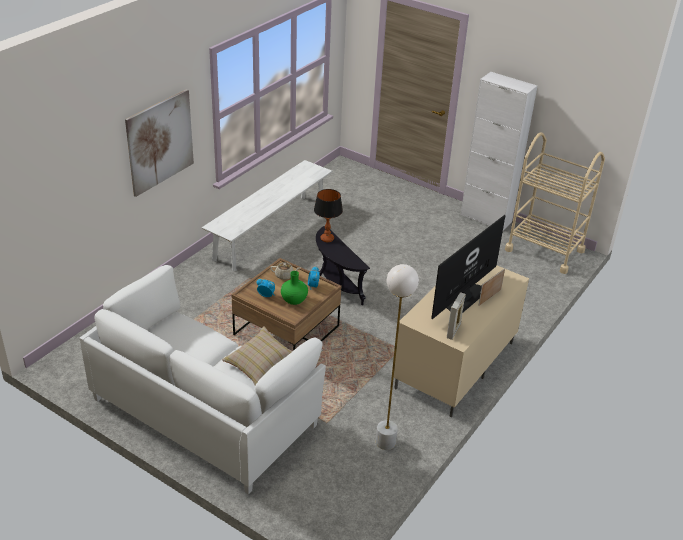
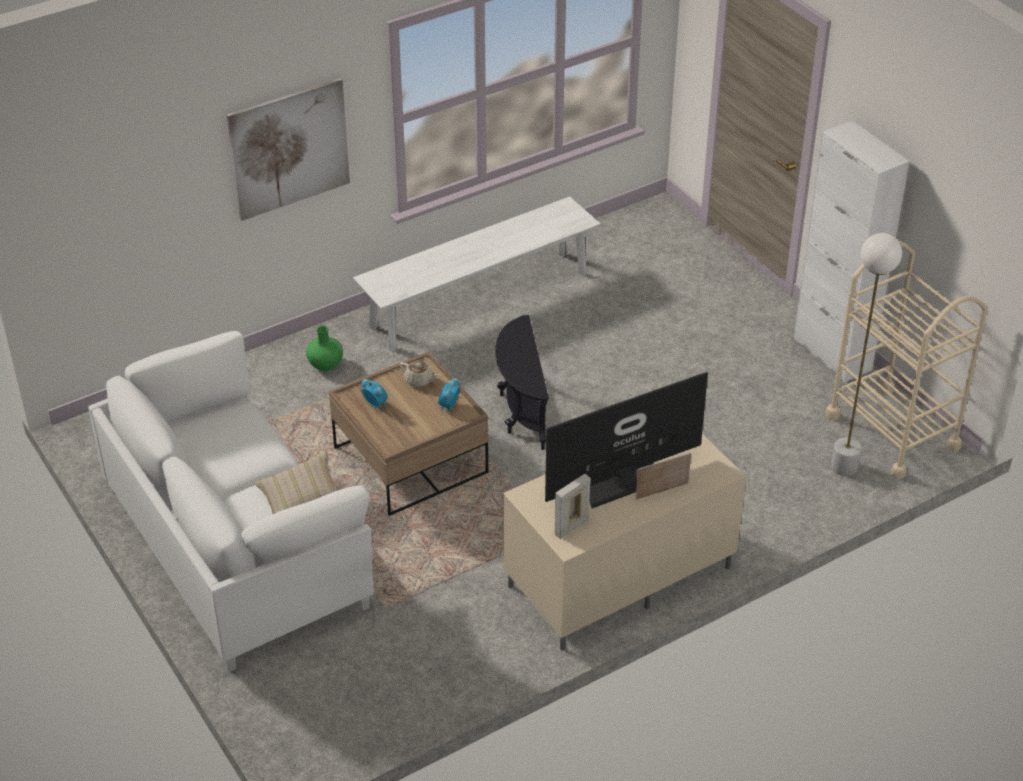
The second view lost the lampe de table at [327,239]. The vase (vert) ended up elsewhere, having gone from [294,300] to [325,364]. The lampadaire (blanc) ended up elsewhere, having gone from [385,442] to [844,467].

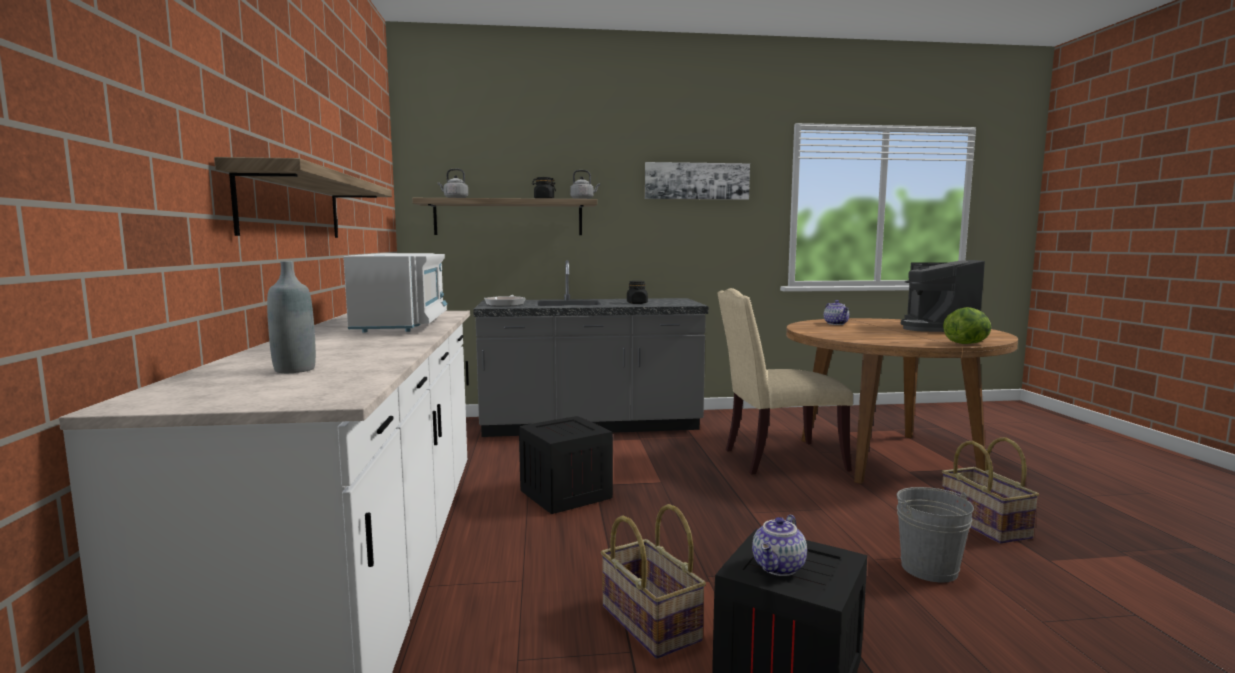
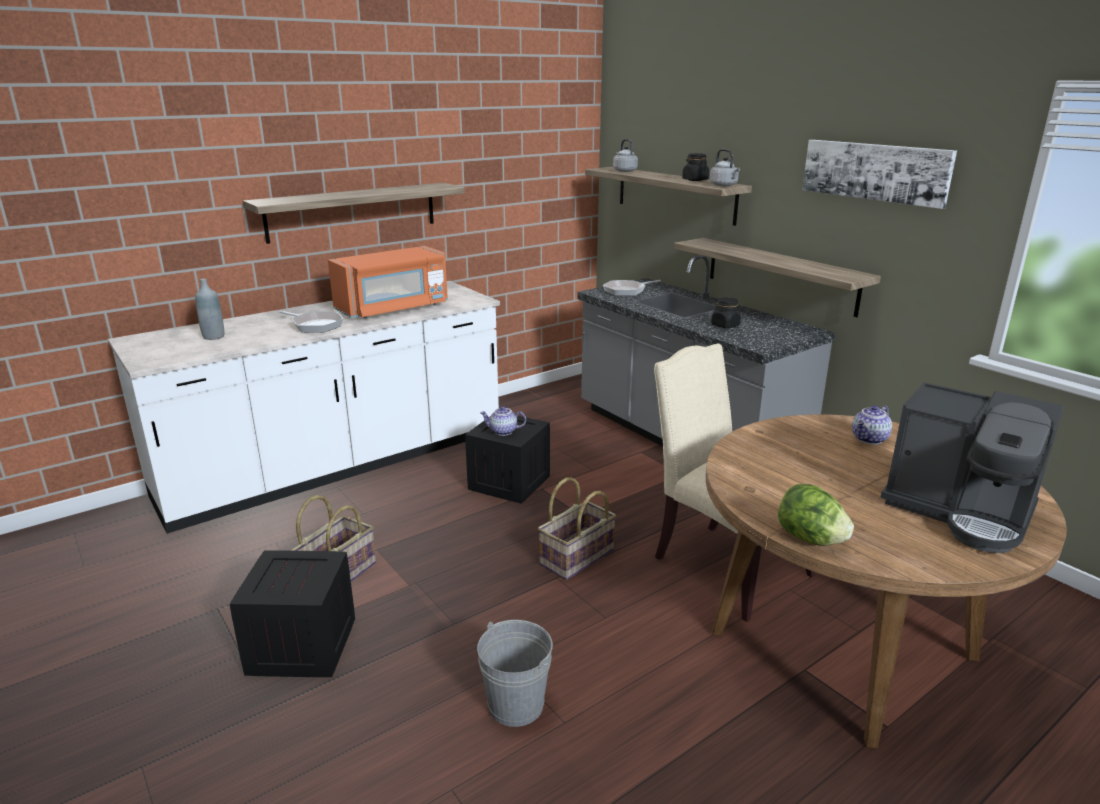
The second view gained the poêle at [315,325]. The second view gained the étagère at [780,275]. The théière ended up elsewhere, having gone from [779,568] to [503,432]. The panier ended up elsewhere, having gone from [985,524] to [577,558]. What was the micro-ondes (blanc) at [402,325] turned into the micro-ondes (orange) at [393,308]. The machine à café at [938,328] ended up facing another way, 120 degrees counterclockwise from before.

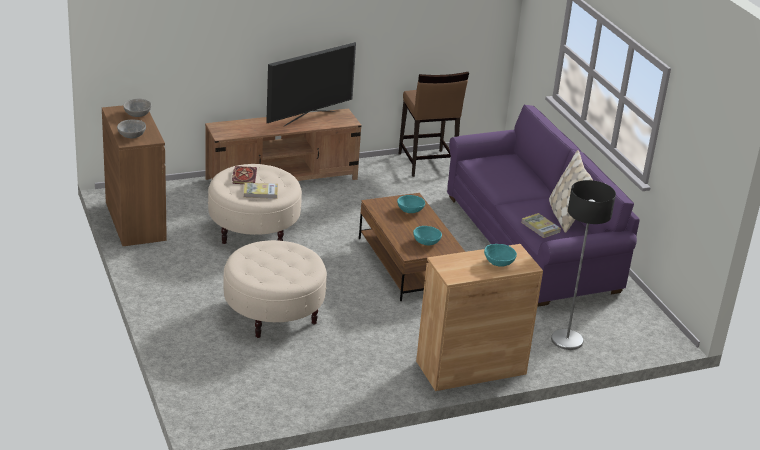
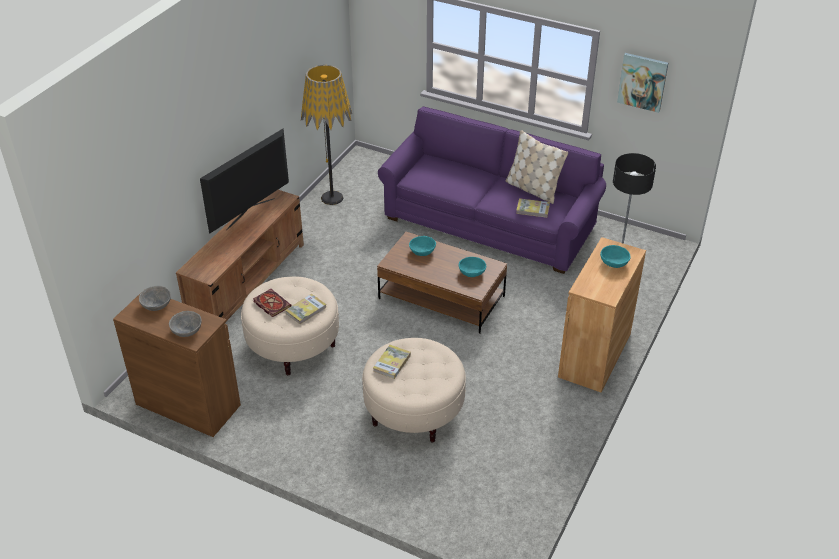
The second view gained the livre at [392,363]. The second view gained the tableau at [642,82]. Where the tabouret (marron) stood at [426,163], the lampadaire came to stand at [332,198]. The téléviseur at [309,118] ended up facing another way, 150 degrees counterclockwise from before.

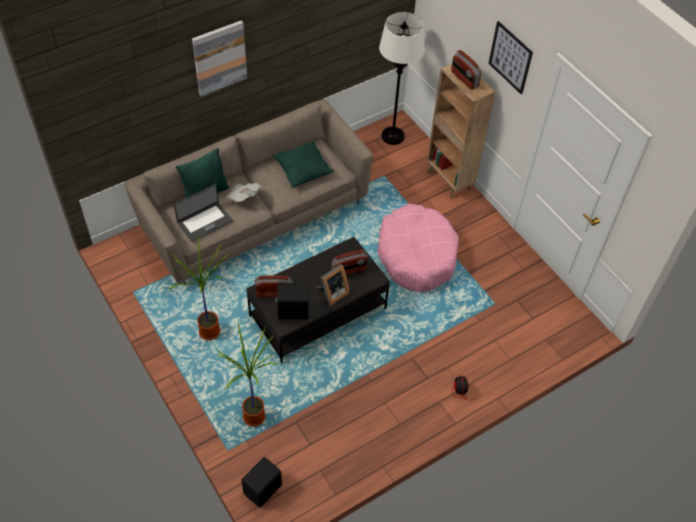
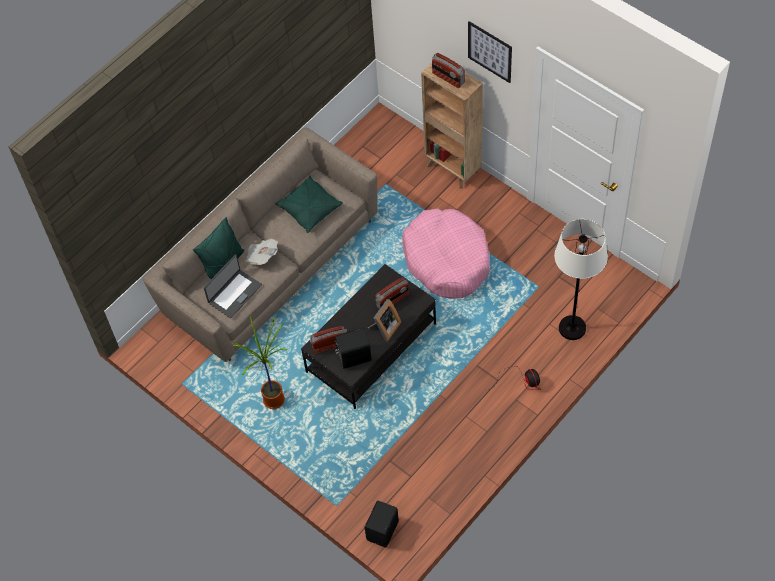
The second view lost the tableau at [219,57]. The second view lost the plante en pot at [252,418]. The lampadaire (blanc) ended up elsewhere, having gone from [393,136] to [572,328].

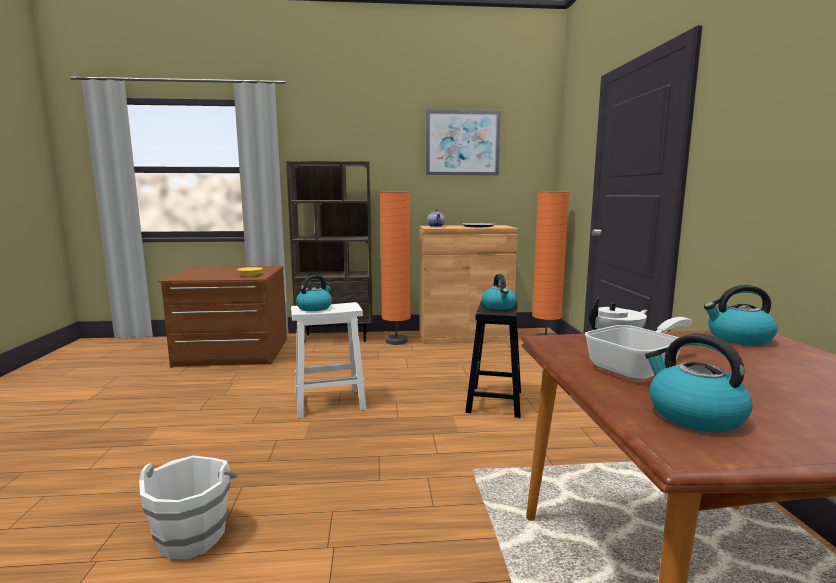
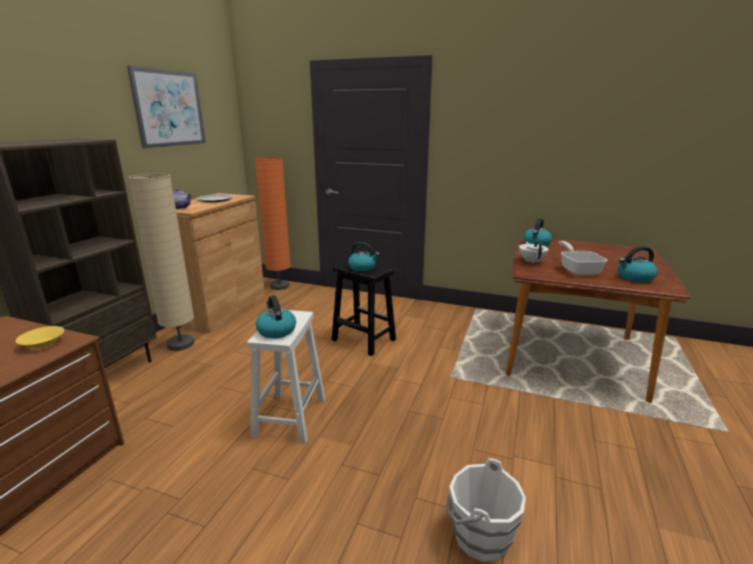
What was the lampadaire (orange) at [396,341] turned into the lampadaire (beige) at [181,344].

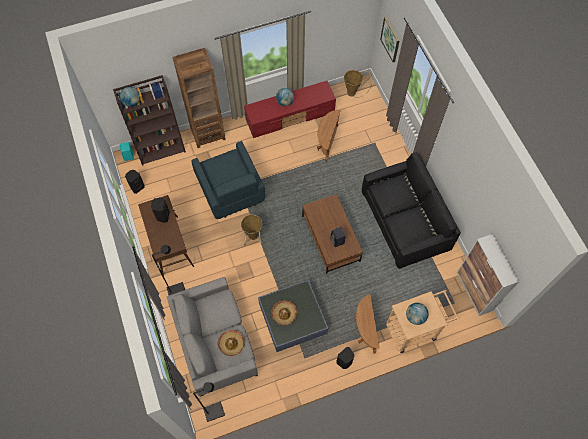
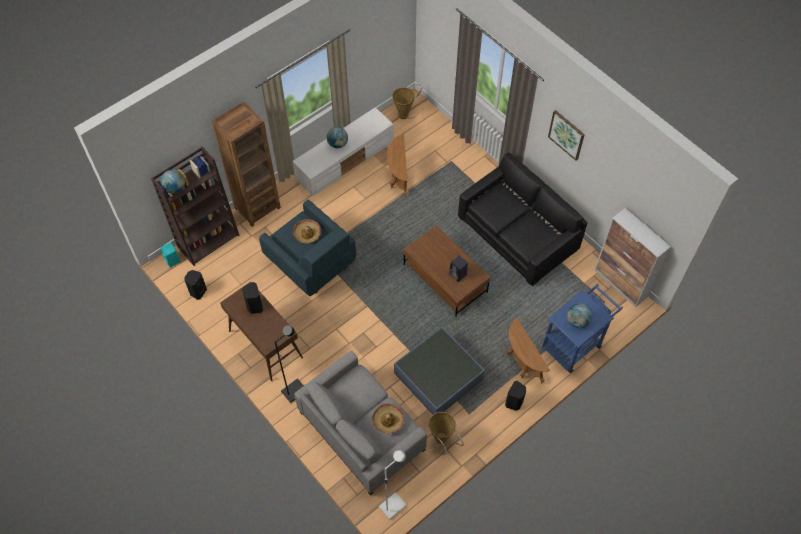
The panier ended up elsewhere, having gone from [253,238] to [442,441]. The chapeau ended up elsewhere, having gone from [284,313] to [307,233]. The tableau ended up elsewhere, having gone from [390,39] to [566,134]. What was the lampadaire (noir) at [214,411] turned into the lampadaire (blanc) at [392,505]. What was the meuble télé (rouge) at [290,116] turned into the meuble télé (blanc) at [345,160]. What was the chariot (beige) at [415,329] turned into the chariot (bleu) at [575,343].

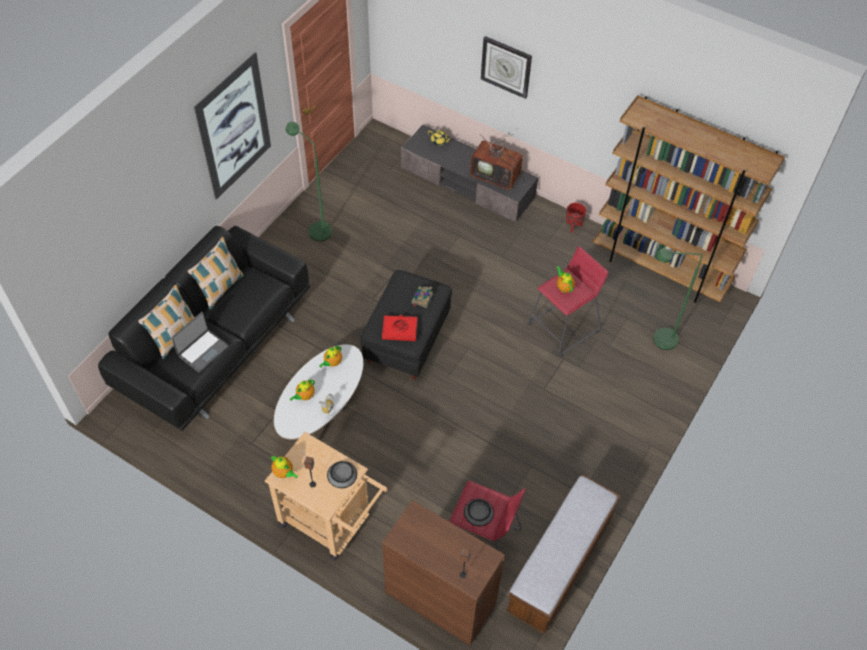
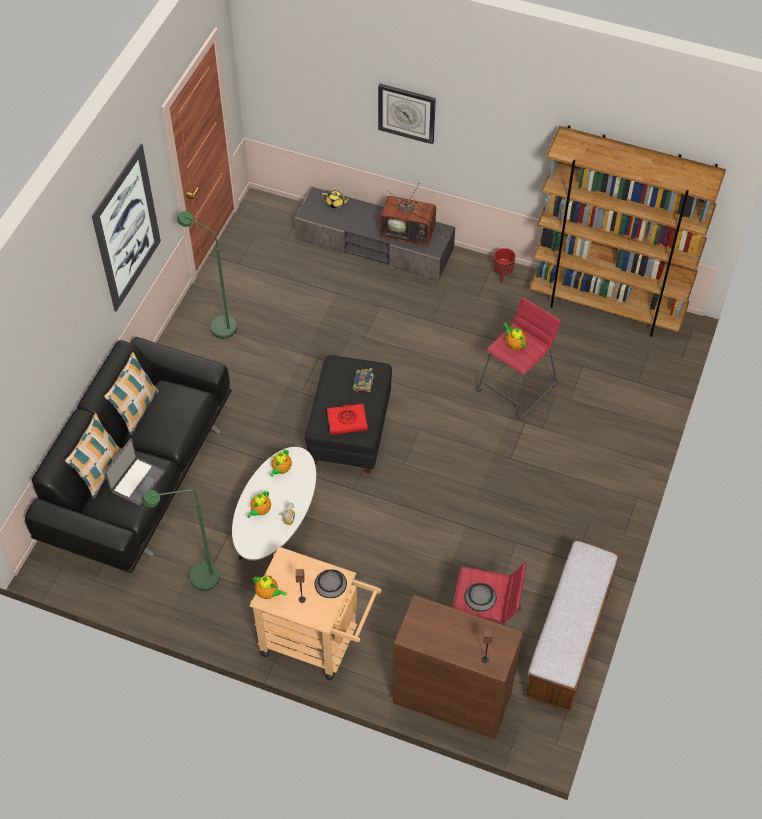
The lampadaire (vert) ended up elsewhere, having gone from [658,339] to [196,578].

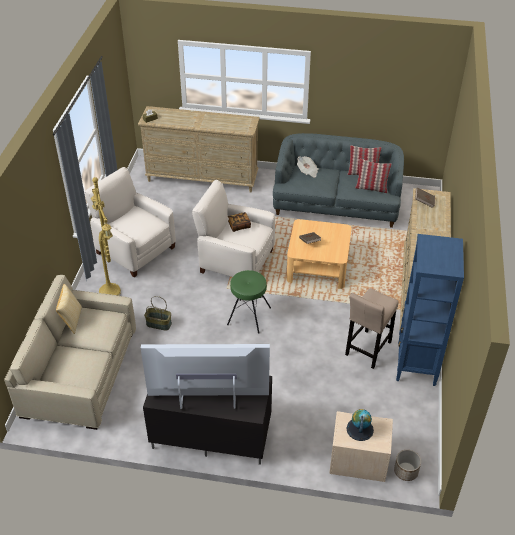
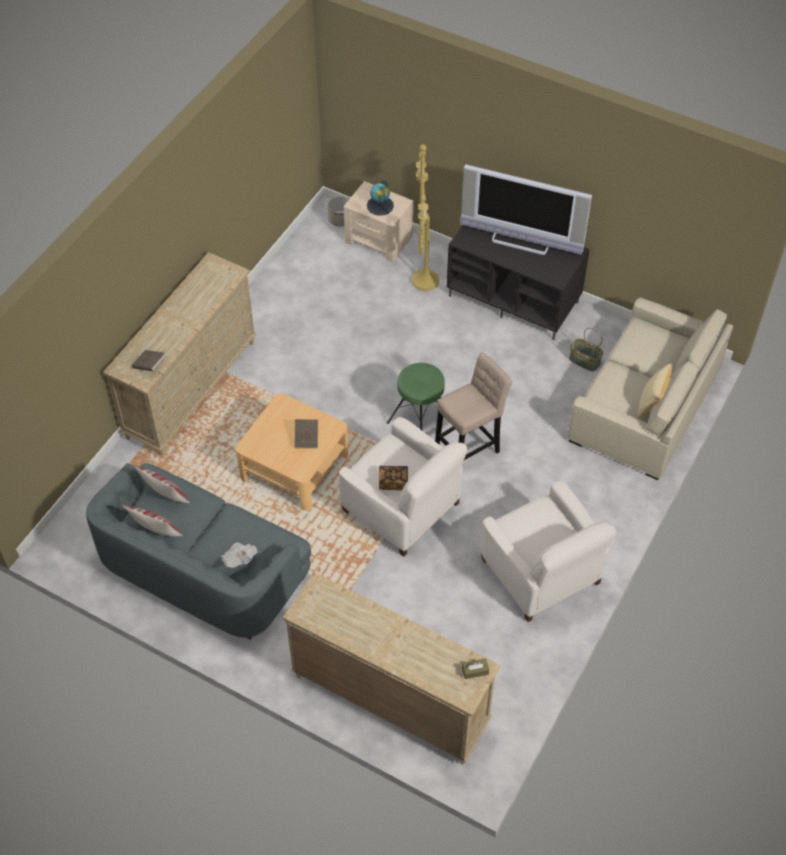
The second view lost the bibliothèque (bleu) at [416,365]. The lampadaire (jaune) ended up elsewhere, having gone from [111,292] to [423,280]. The panier ended up elsewhere, having gone from [159,324] to [584,361]. The tabouret (beige) ended up elsewhere, having gone from [367,350] to [469,449].

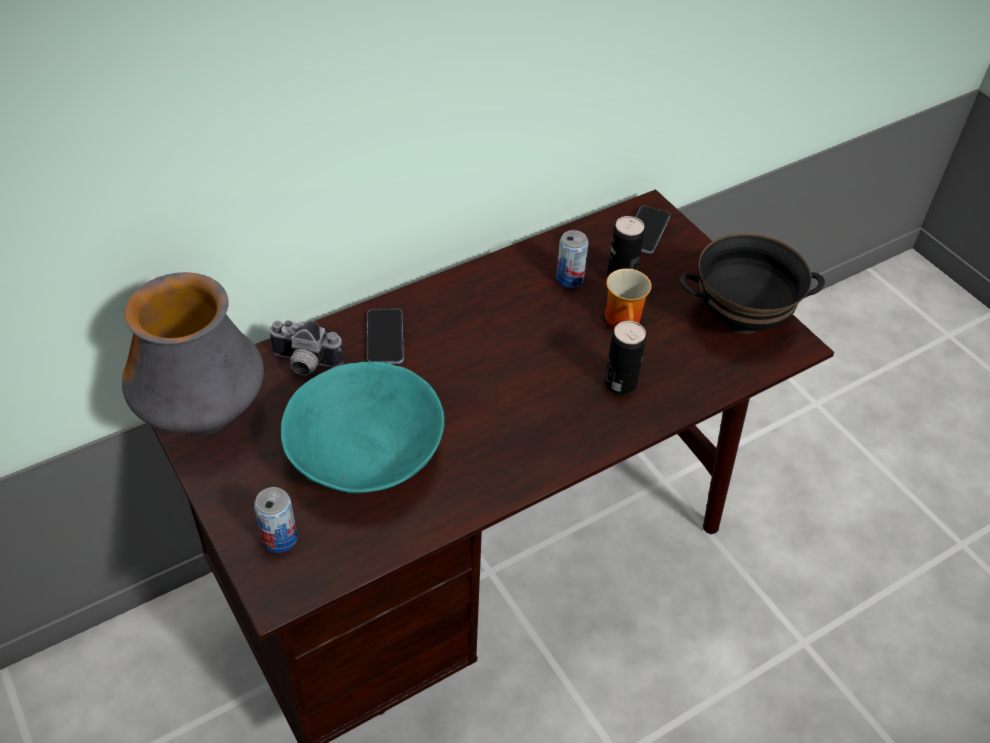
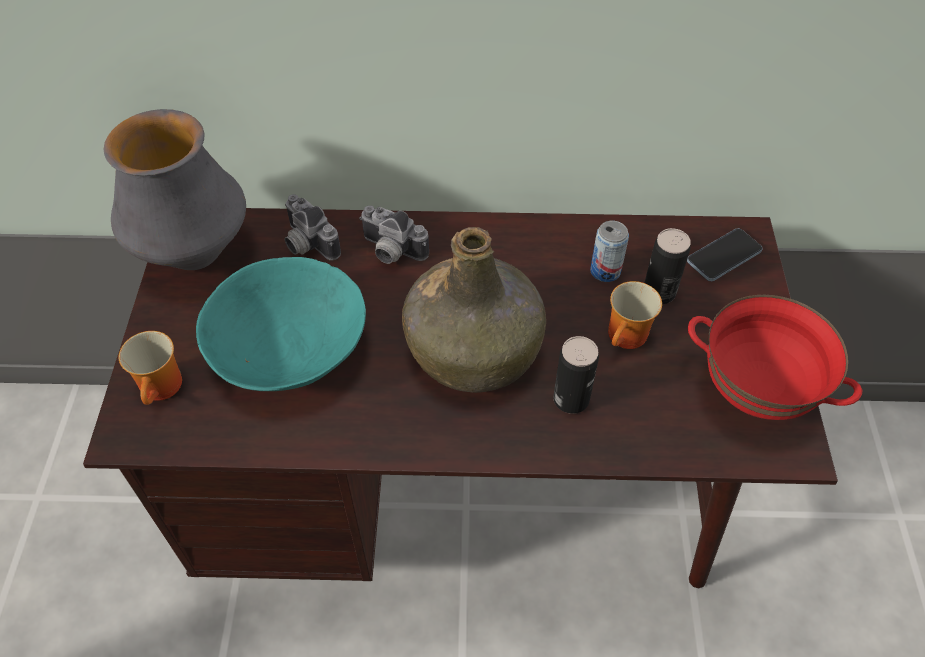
The second view gained the bouteille (vert) at [474,350]. Where the boîte métallique stood at [279,538], the mug came to stand at [164,388]. Where the téléphone stood at [385,338], the appareil photo came to stand at [390,252]. What was the bol (noir) at [740,320] turned into the bol (rouge) at [753,394].

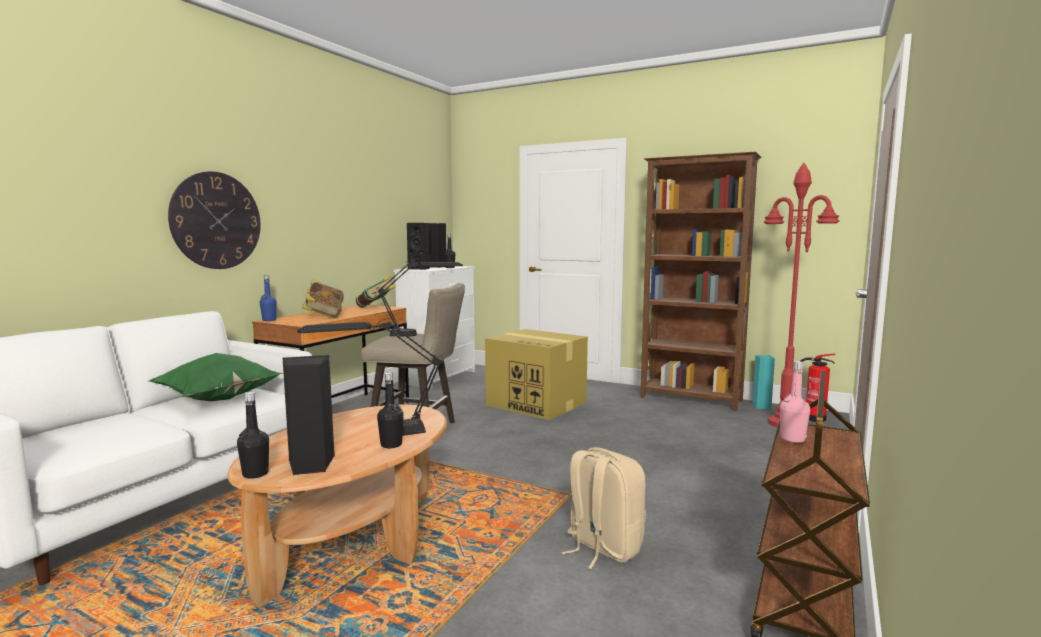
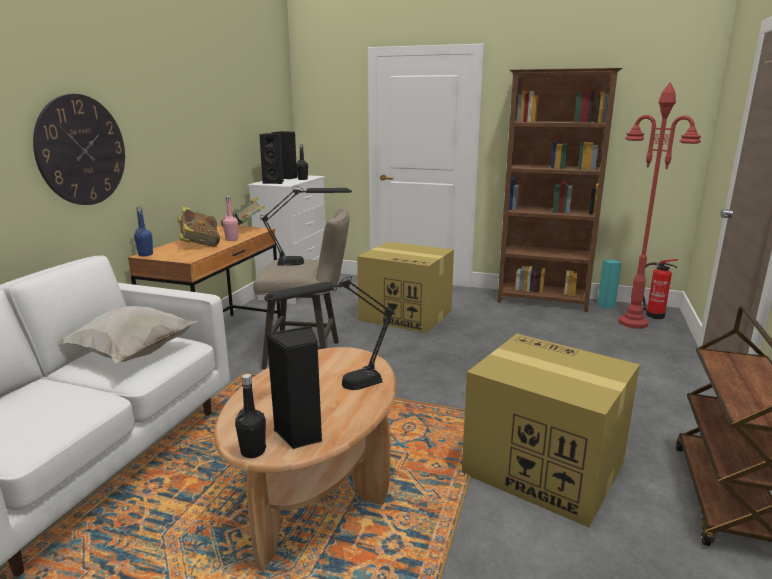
The second view lost the bouteille (noir) at [391,445]. The bouteille (rose) ended up elsewhere, having gone from [792,439] to [232,239]. Where the sac à dos (beige) stood at [602,547], the carton came to stand at [541,467]. What was the coussin (vert) at [216,401] turned into the coussin (blanc) at [131,355].

